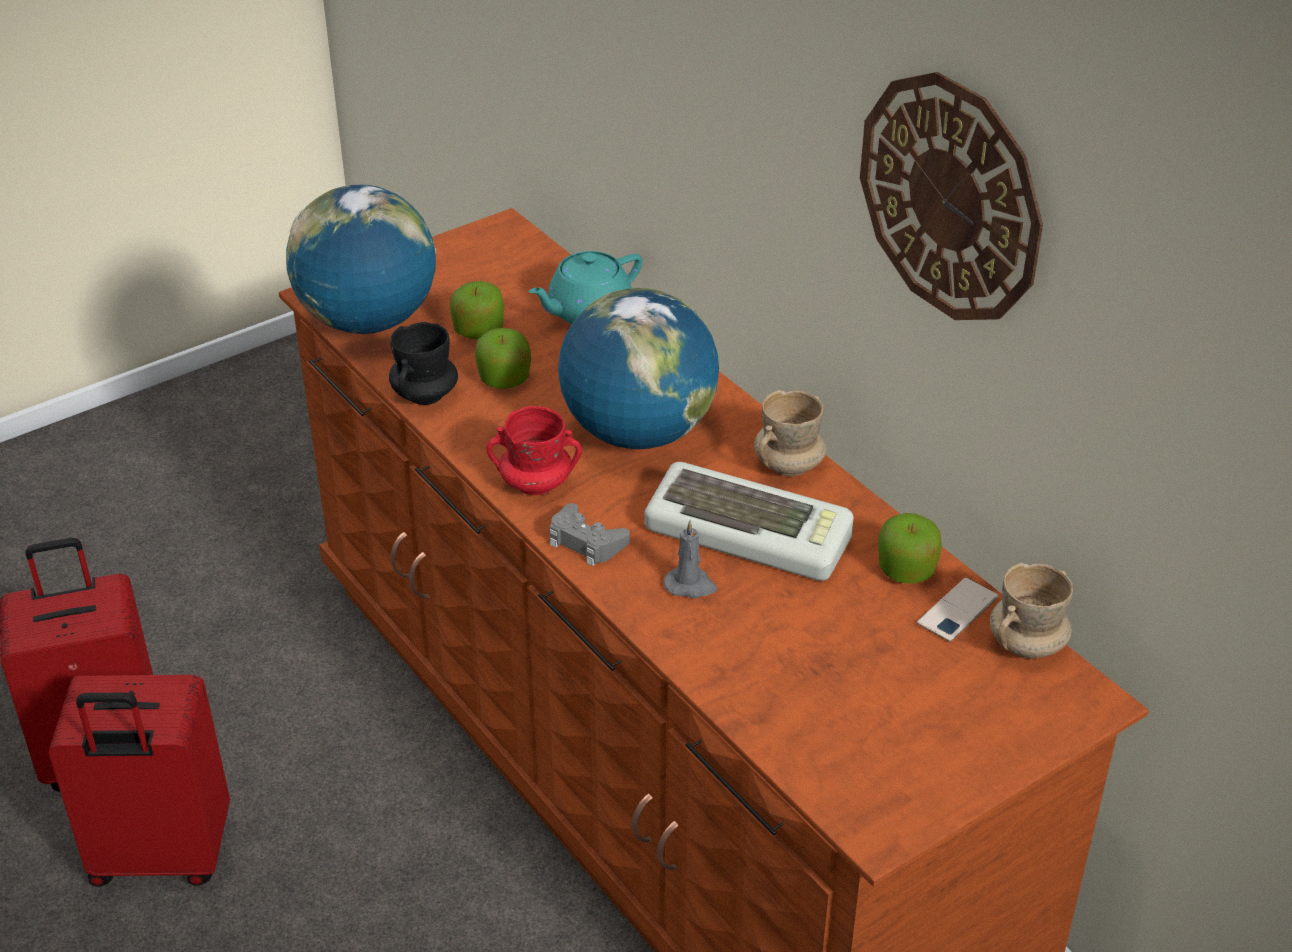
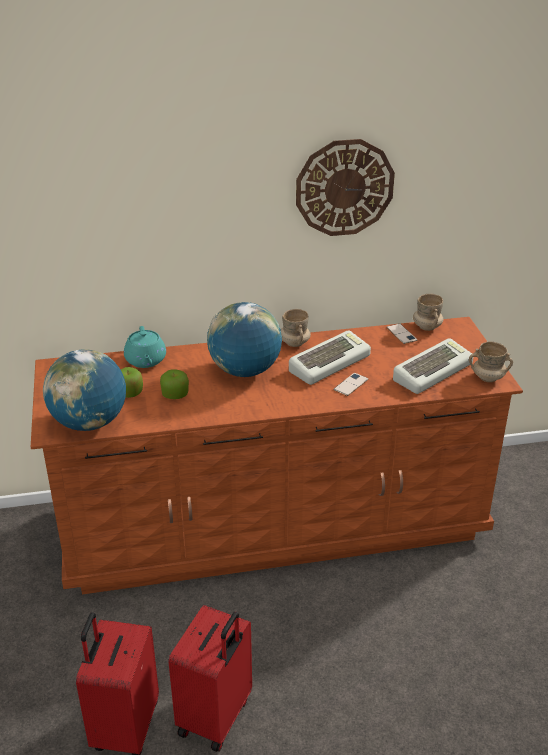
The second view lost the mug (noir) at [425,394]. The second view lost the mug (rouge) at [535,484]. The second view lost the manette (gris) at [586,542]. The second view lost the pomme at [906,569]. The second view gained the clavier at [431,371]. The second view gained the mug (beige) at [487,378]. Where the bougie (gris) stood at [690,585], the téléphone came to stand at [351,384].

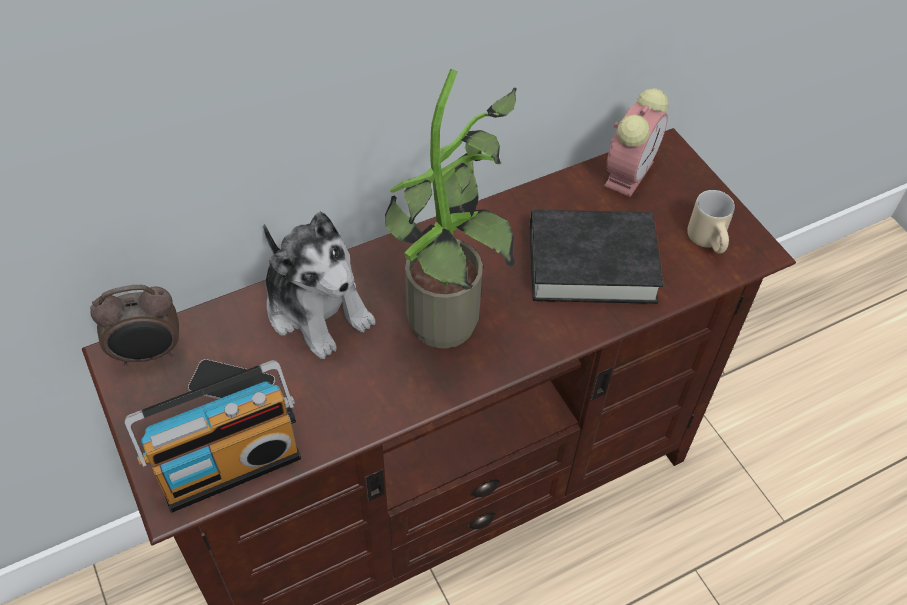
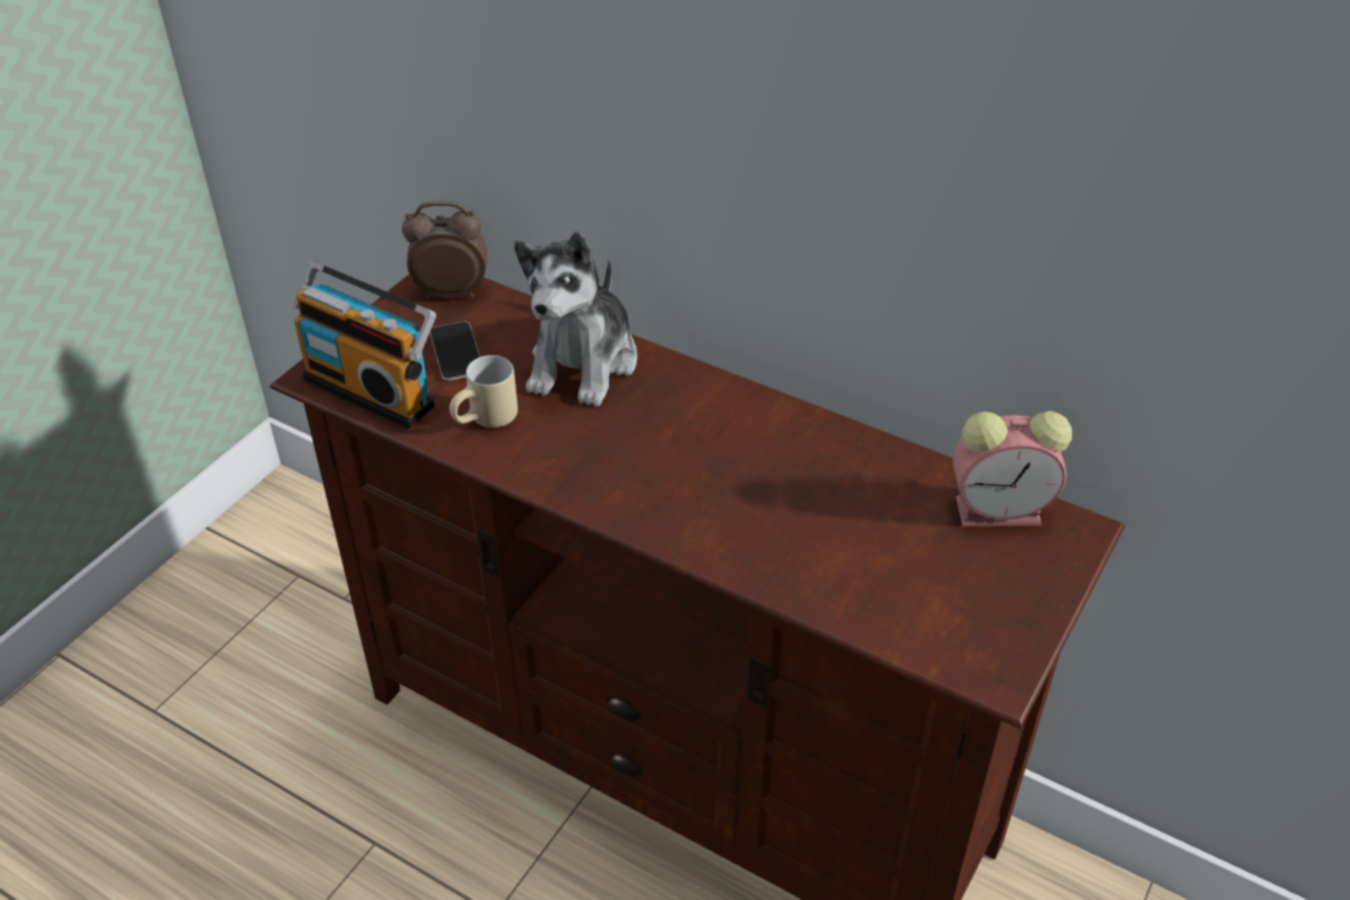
The second view lost the plante en pot at [451,328]. The second view lost the livre (noir) at [591,263]. The mug (beige) ended up elsewhere, having gone from [710,242] to [487,422]. The réveil at [149,353] ended up facing another way, 135 degrees clockwise from before.

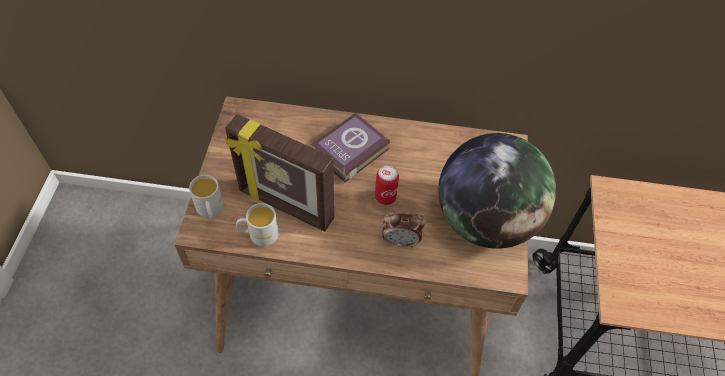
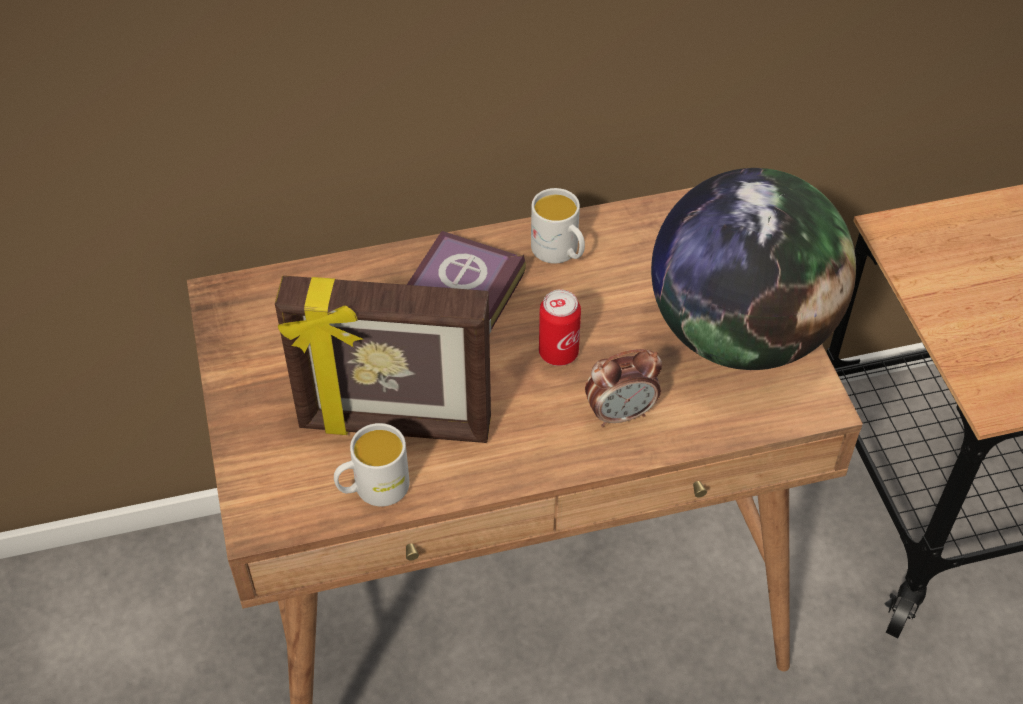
The mug (blanc) ended up elsewhere, having gone from [210,210] to [560,252].

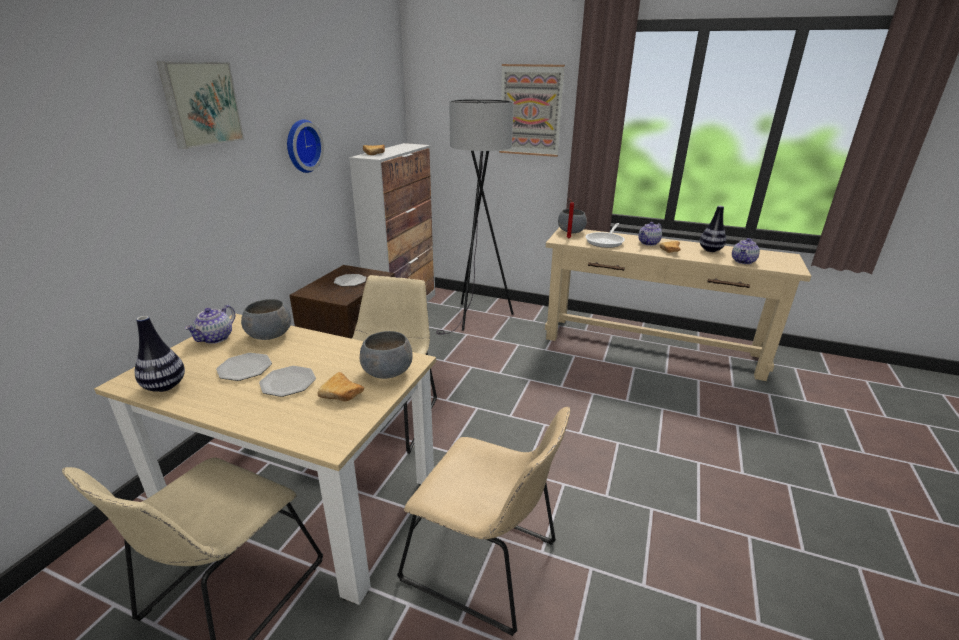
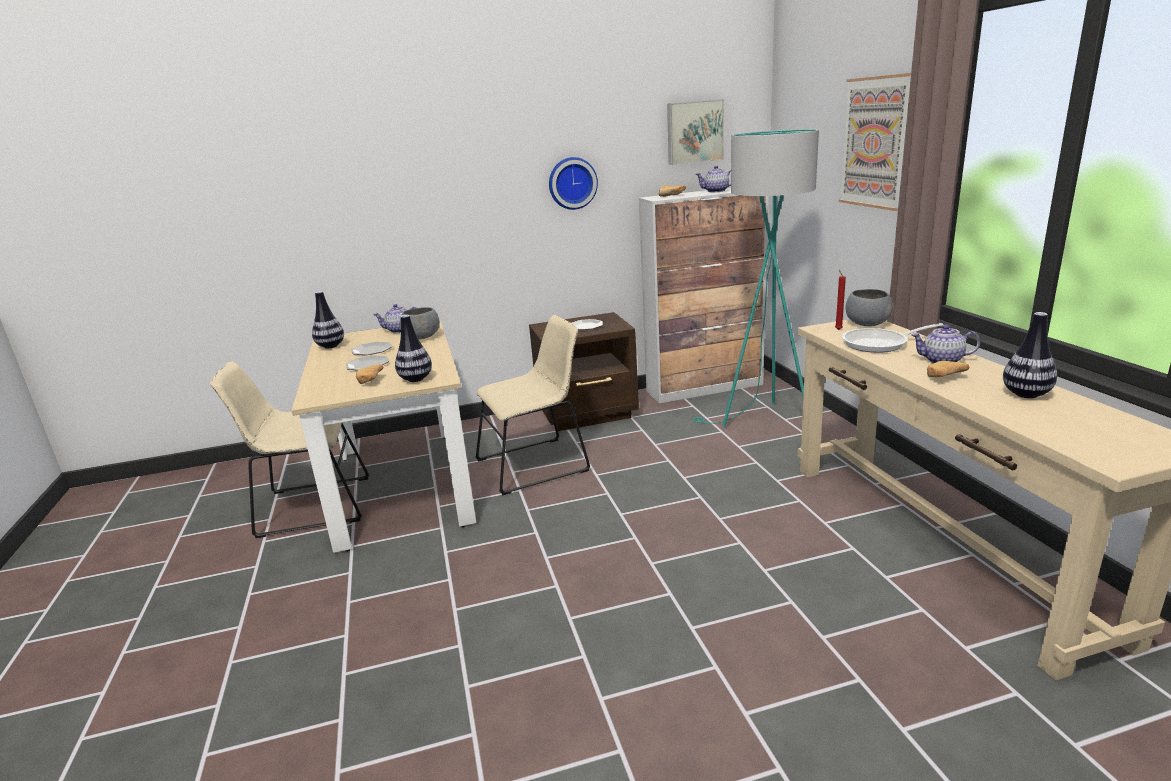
The second view lost the chaise (beige) at [486,564]. The tableau ended up elsewhere, having gone from [200,104] to [694,132]. The théière ended up elsewhere, having gone from [743,261] to [716,191]. Where the bol (gris) stood at [387,372], the vase came to stand at [416,379]. What was the lampadaire (gris) at [477,318] turned into the lampadaire (turquoise) at [762,421].

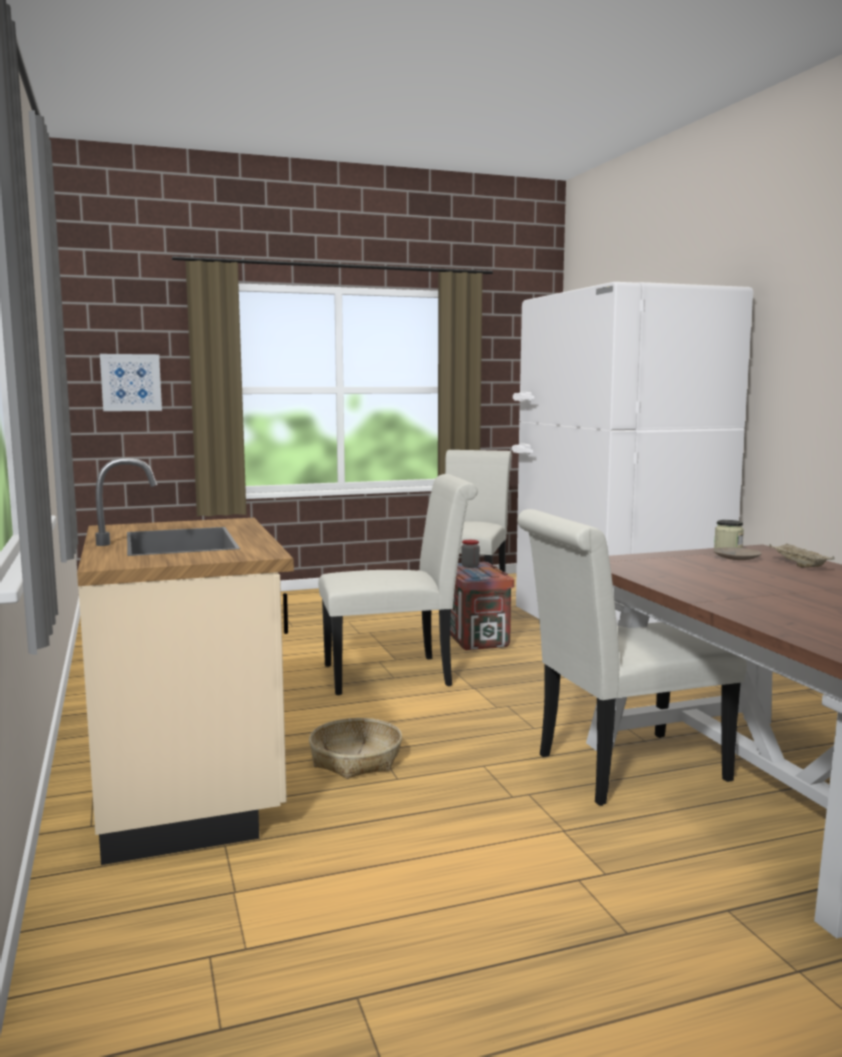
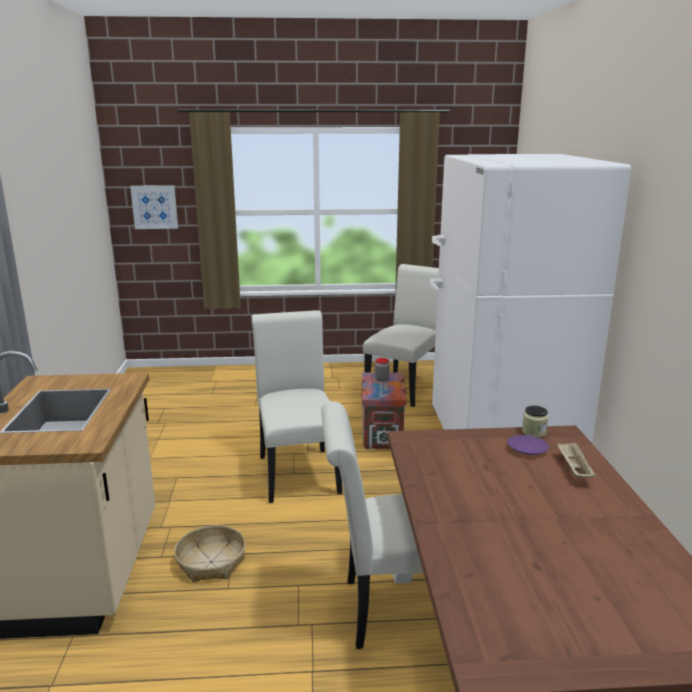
What was the assiette (beige) at [736,558] turned into the assiette (violet) at [527,449]. The chaise (blanc) at [397,675] ended up facing another way, 105 degrees counterclockwise from before.

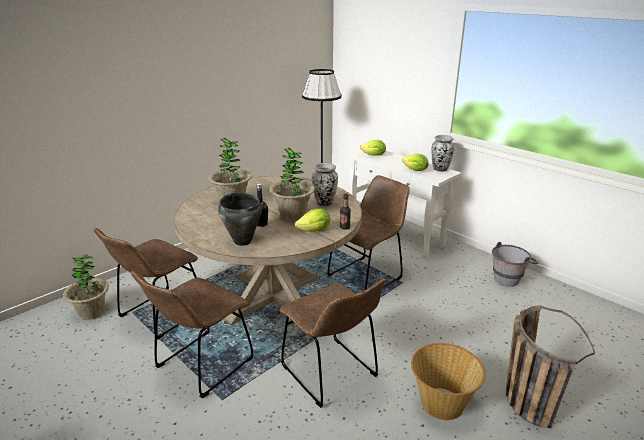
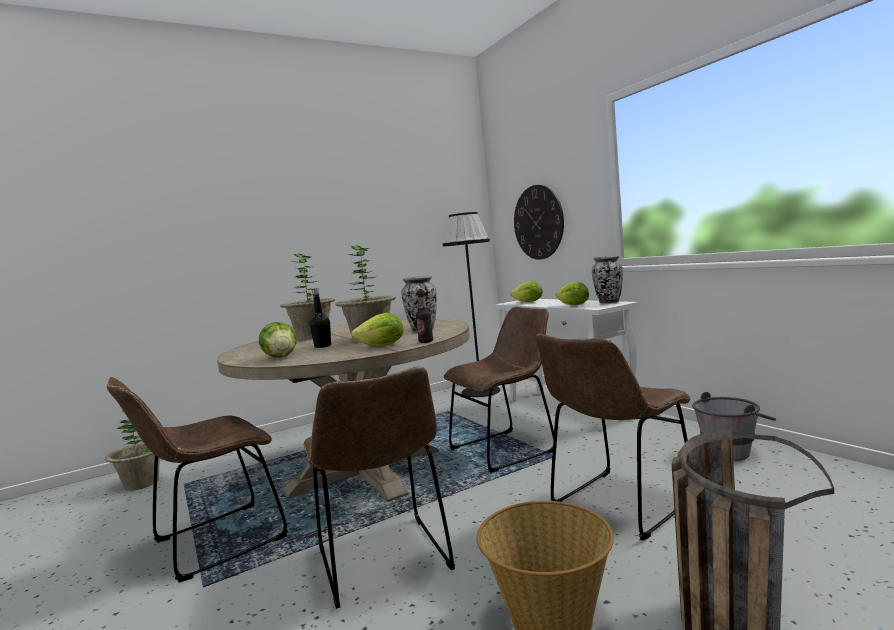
The second view gained the horloge murale at [538,222]. The chaise (marron) ended up elsewhere, having gone from [159,315] to [618,506]. Where the marmite (noir) stood at [243,241], the laitue came to stand at [281,357].

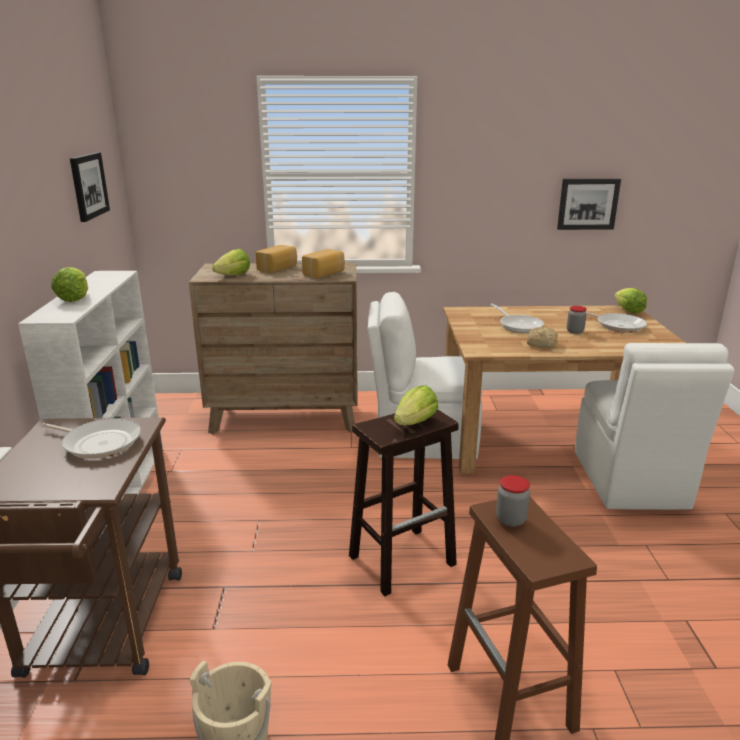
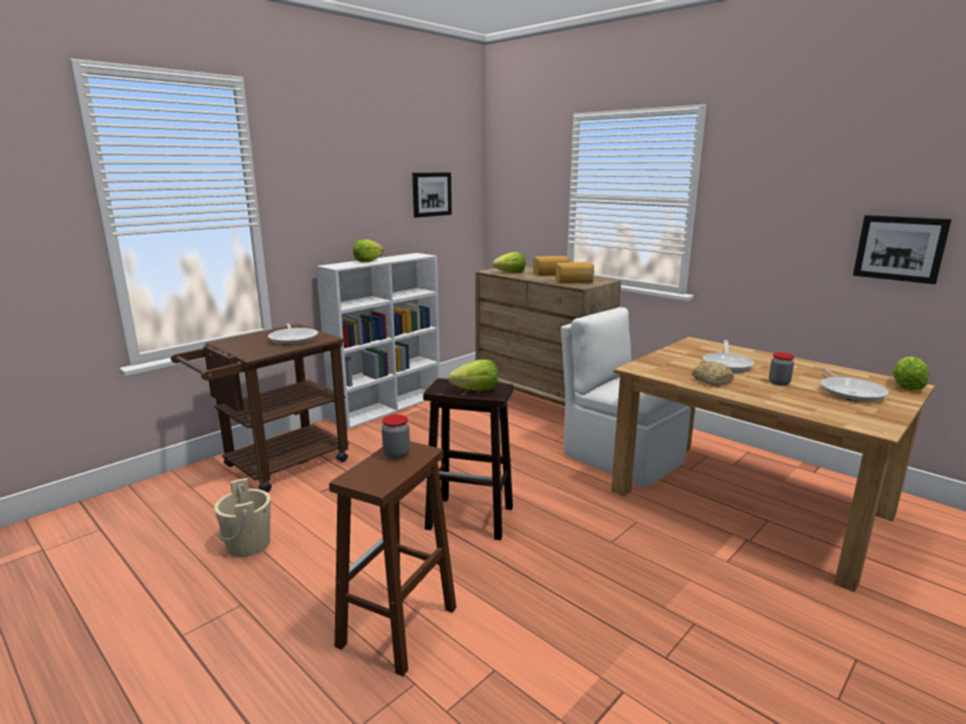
The second view lost the chaise (blanc) at [630,481].

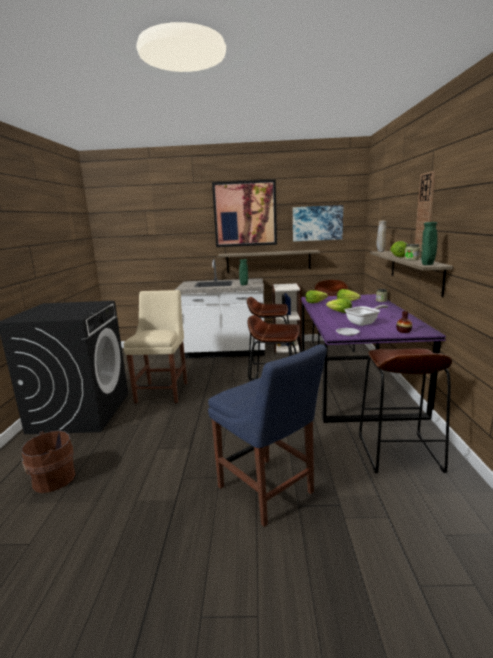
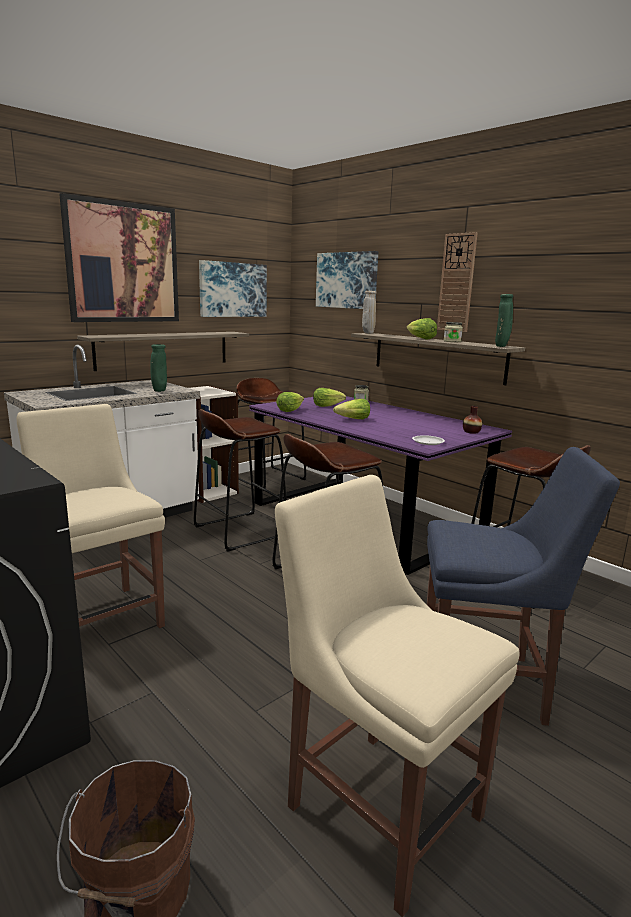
The second view lost the poêle at [364,323]. The second view gained the chaise (beige) at [377,804]. The second view gained the tableau at [347,280].

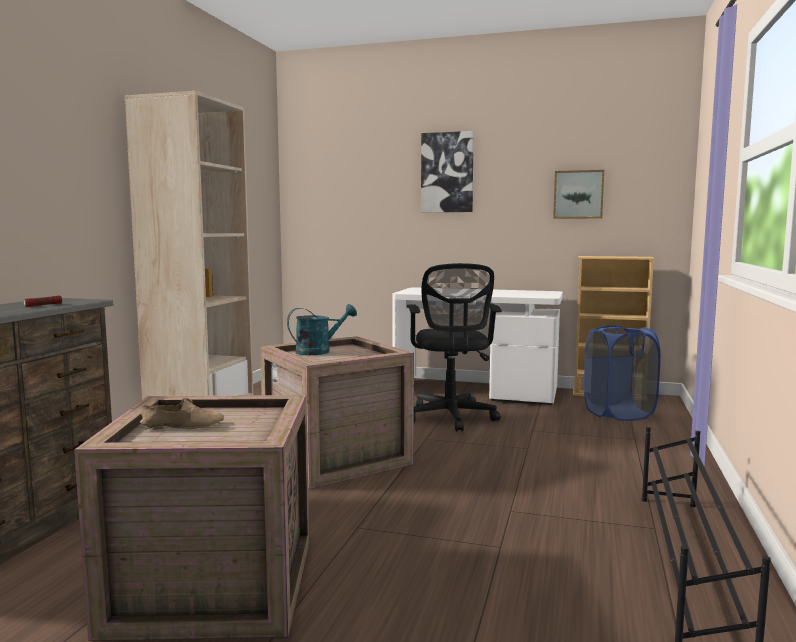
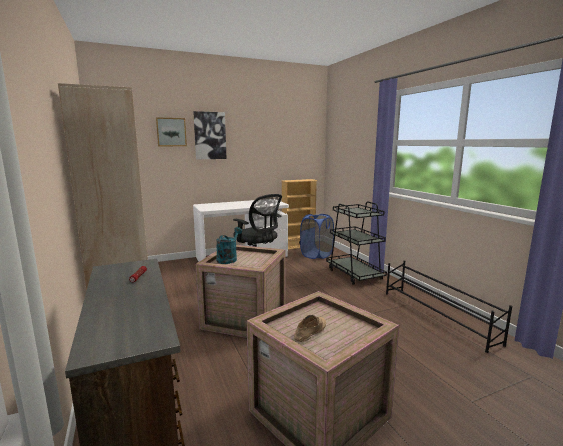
The second view gained the chariot (noir) at [354,274]. The tableau ended up elsewhere, having gone from [578,194] to [171,132].

